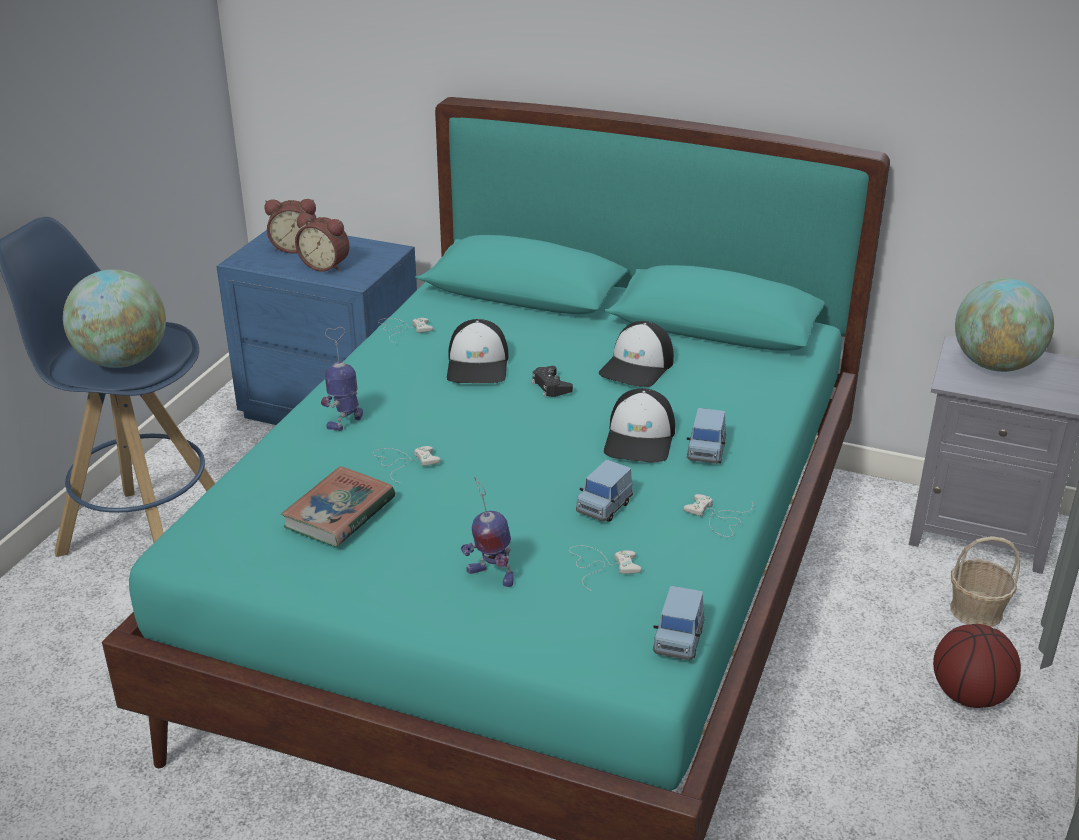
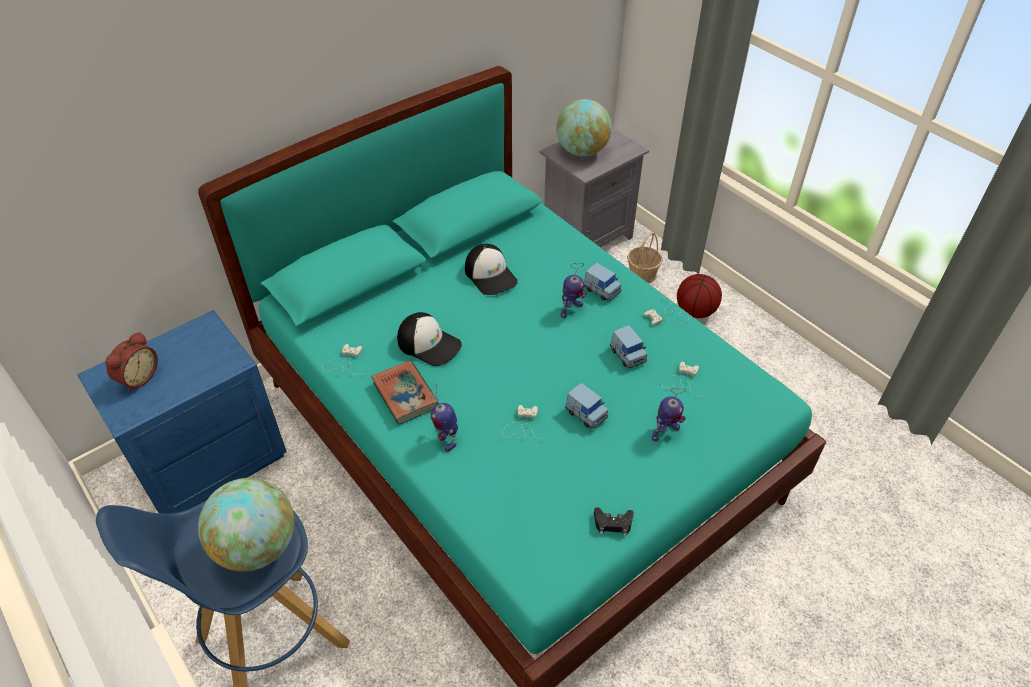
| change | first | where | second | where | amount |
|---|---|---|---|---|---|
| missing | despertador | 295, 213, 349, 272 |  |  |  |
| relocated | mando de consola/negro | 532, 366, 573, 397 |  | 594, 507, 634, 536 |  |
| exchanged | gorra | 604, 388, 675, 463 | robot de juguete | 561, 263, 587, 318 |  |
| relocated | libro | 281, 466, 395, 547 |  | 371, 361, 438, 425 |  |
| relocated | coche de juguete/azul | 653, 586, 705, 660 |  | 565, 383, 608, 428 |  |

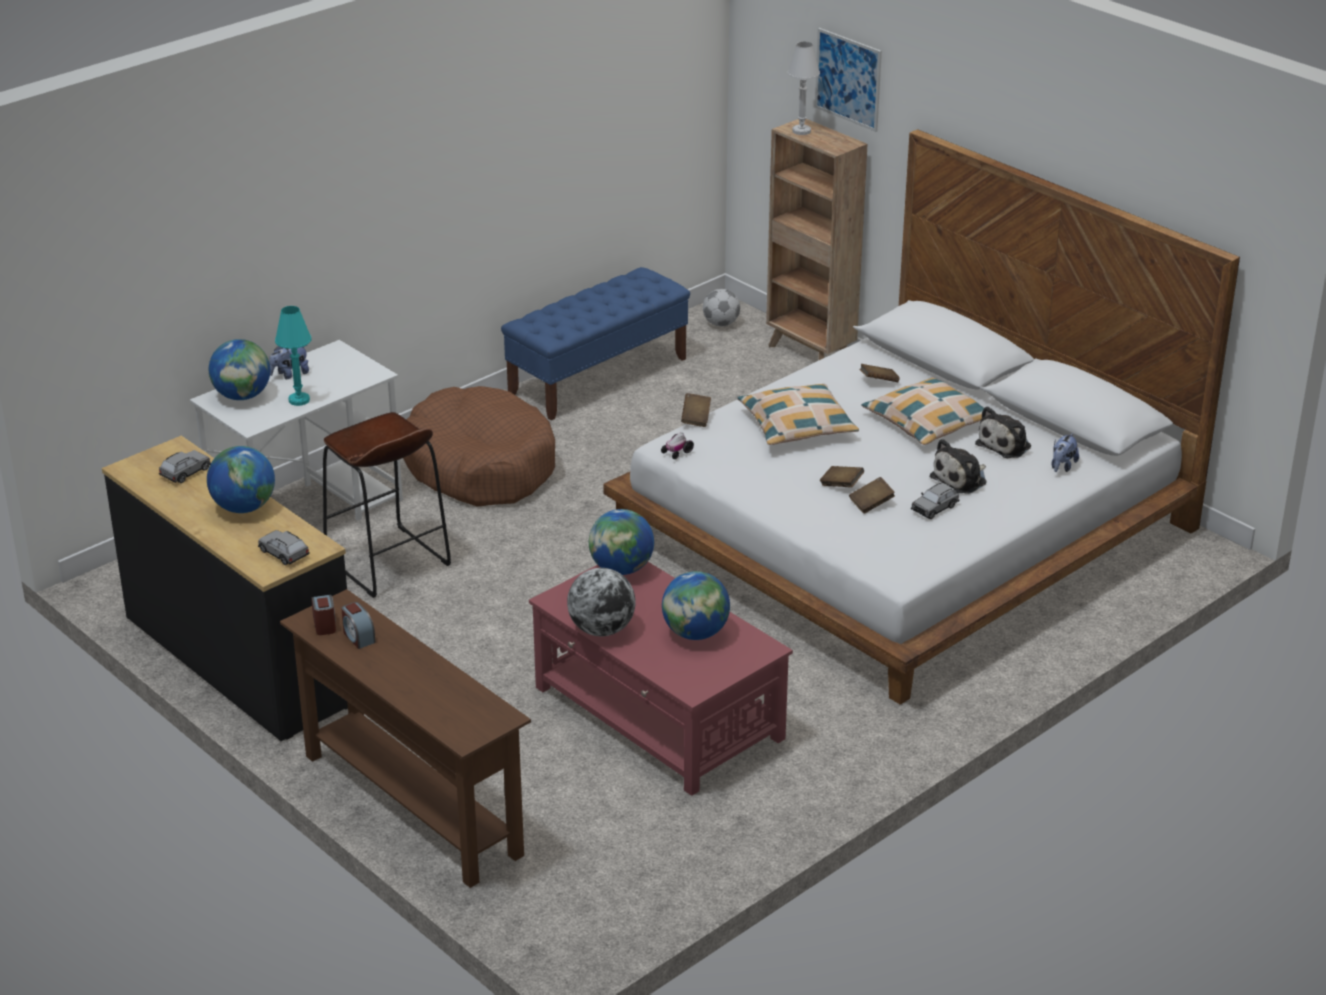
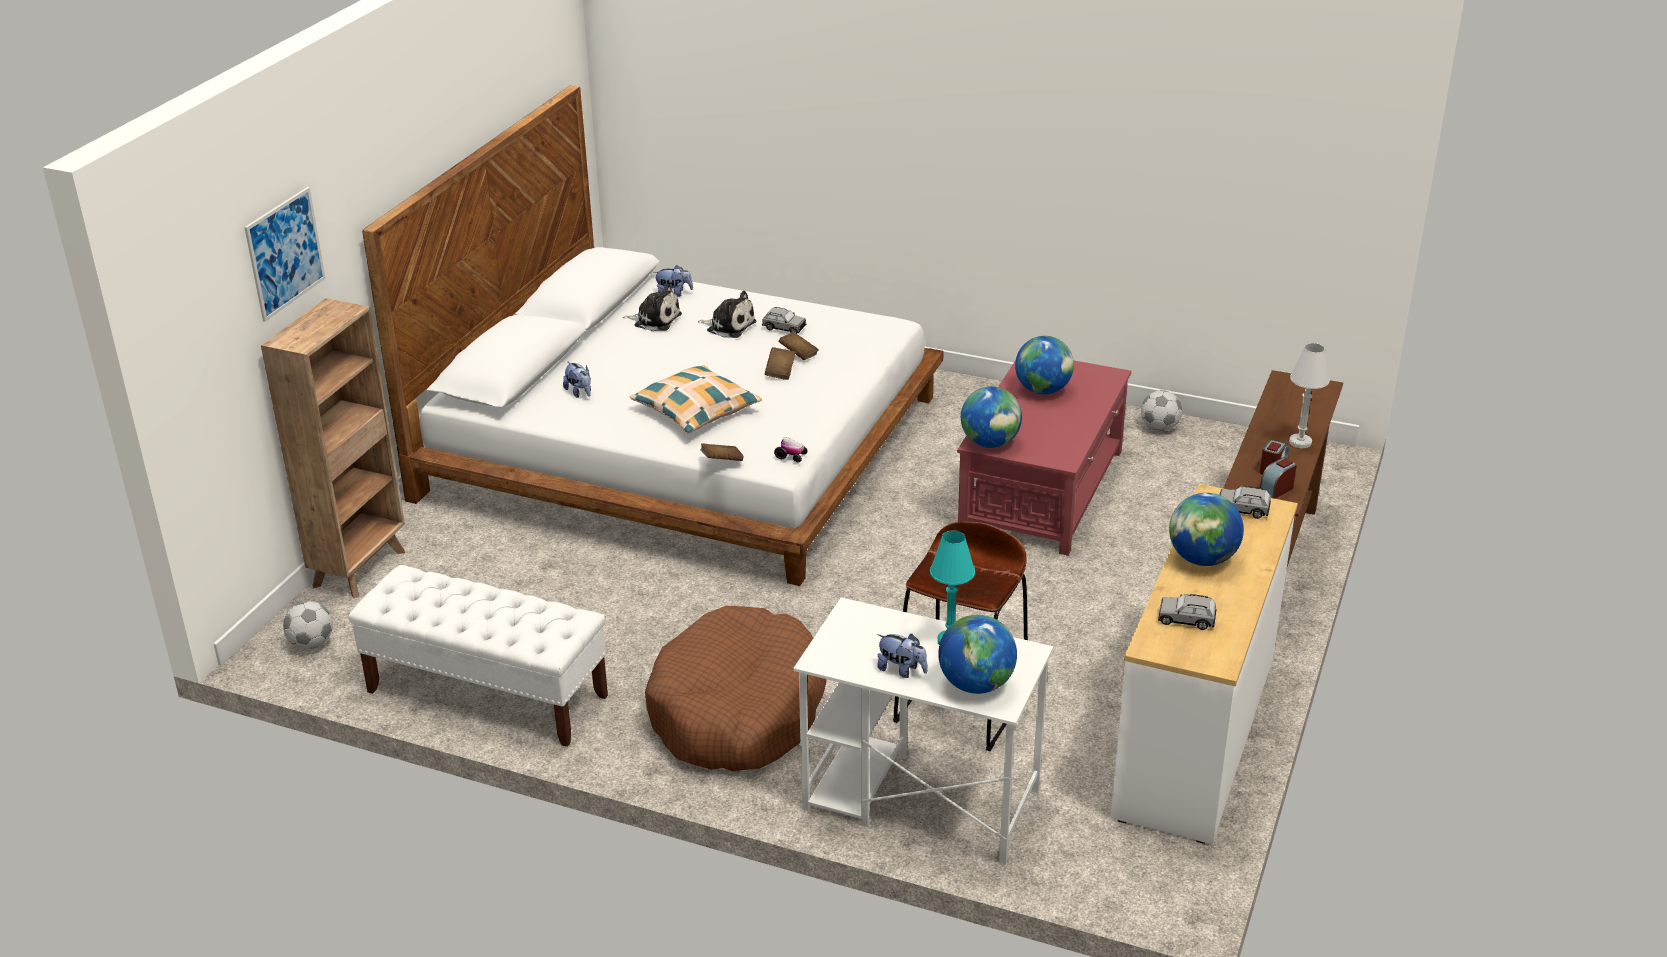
| change | first | where | second | where | amount |
|---|---|---|---|---|---|
| relocated | lámpara de mesa/blanco | 788, 41, 820, 135 |  | 1289, 343, 1330, 448 |  |
| colour | banco/azul | 501, 267, 690, 420 | banco/blanco | 348, 565, 608, 747 |  |
| exchanged | libro/marrón | 859, 364, 900, 382 | peluche | 563, 362, 591, 398 |  |
| missing | cojín | 861, 377, 984, 445 |  |  |  |
| colour | cómoda/negro | 102, 436, 348, 741 | cómoda/blanco | 1110, 484, 1298, 845 |  |
| spun | coche de juguete/gris | 258, 530, 310, 565 |  | 1220, 486, 1271, 519 | 90 degrees clockwise |
| missing | globo terráqueo | 567, 568, 636, 636 |  |  |  |
| appeared |  |  | balón de fútbol | 1141, 390, 1182, 431 |  |

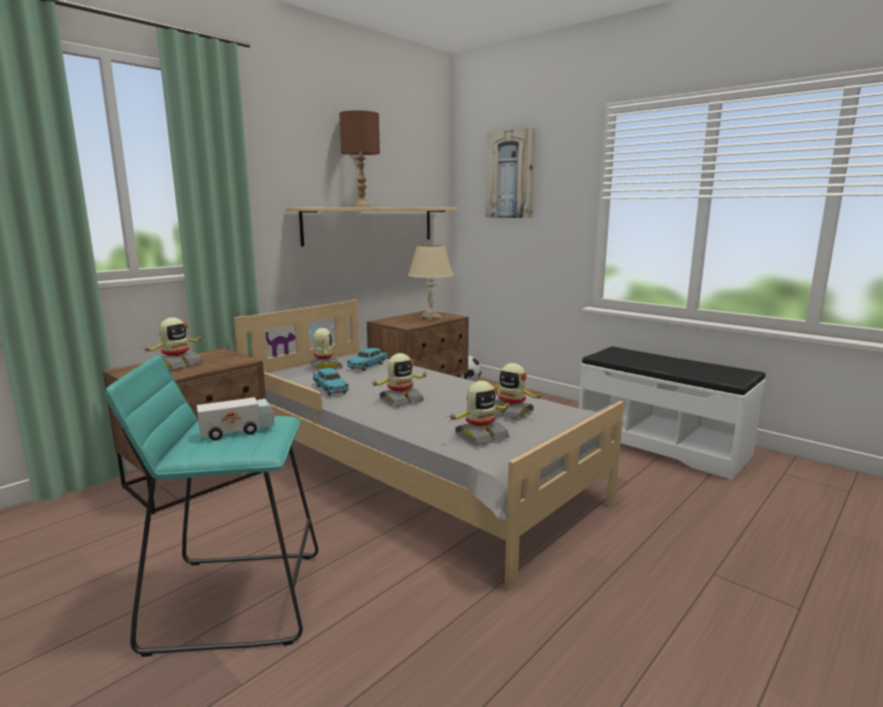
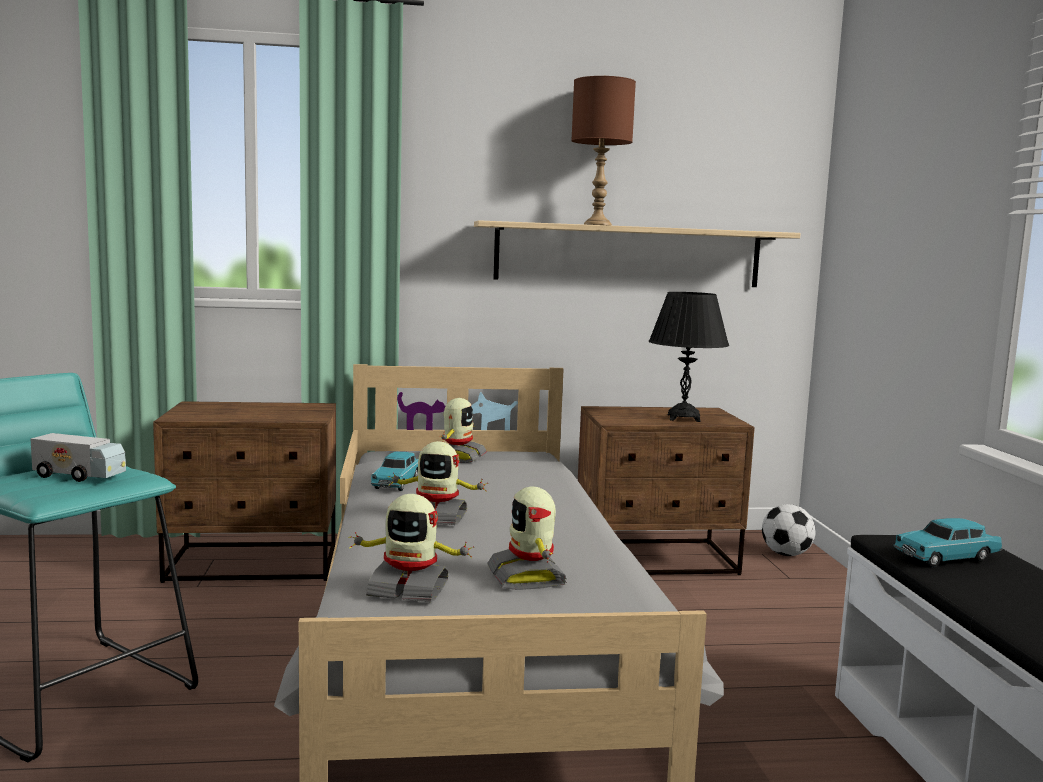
| change | first | where | second | where | amount |
|---|---|---|---|---|---|
| missing | cuadro | 485, 128, 536, 218 |  |  |  |
| colour | lámpara de mesa/beis | 408, 245, 454, 321 | lámpara de mesa/negro | 649, 292, 729, 422 |  |
| missing | robot de juguete | 144, 317, 205, 370 |  |  |  |
| relocated | coche de juguete/turquesa | 347, 348, 388, 371 |  | 893, 518, 1002, 567 |  |

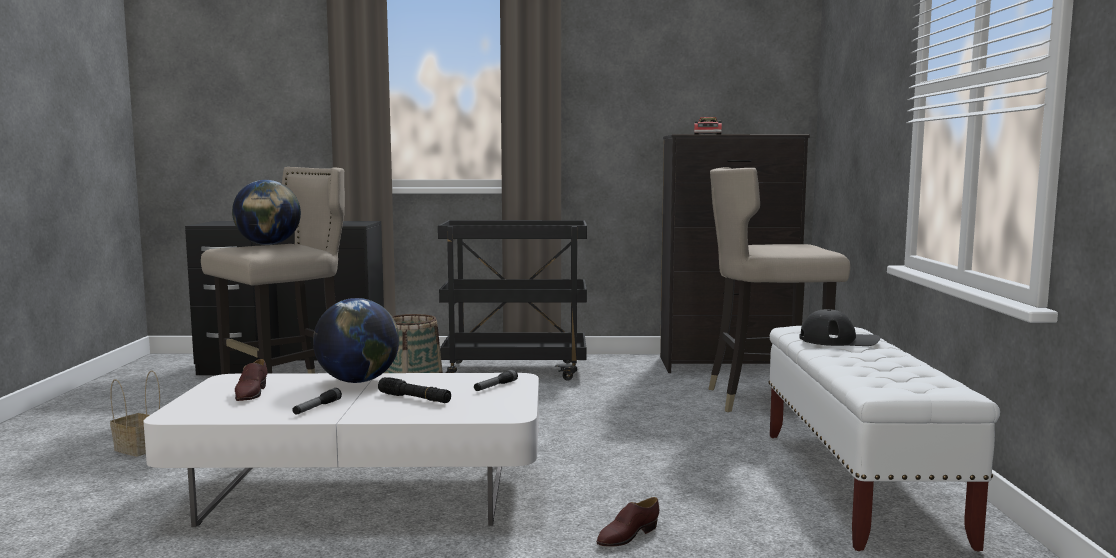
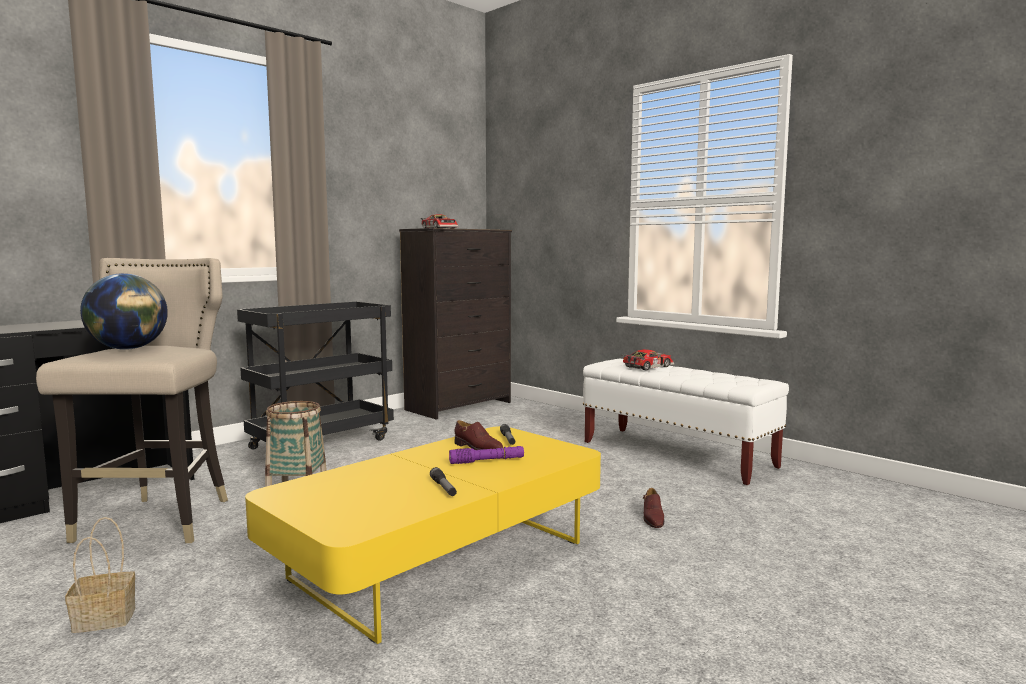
| change | first | where | second | where | amount |
|---|---|---|---|---|---|
| missing | taburete/beis | 708, 167, 850, 412 |  |  |  |
| missing | globo terráqueo | 313, 298, 399, 383 |  |  |  |
| exchanged | gorra/negro | 799, 309, 880, 346 | coche de juguete | 622, 349, 674, 371 |  |
| relocated | zapato/marrón | 235, 359, 267, 401 |  | 454, 420, 503, 450 |  |
| colour | mesa de centro/blanco | 144, 373, 539, 527 | mesa de centro/amarillo | 245, 426, 601, 644 |  |
| colour | linterna/negro | 378, 377, 451, 403 | linterna/morado | 449, 446, 524, 464 |  |

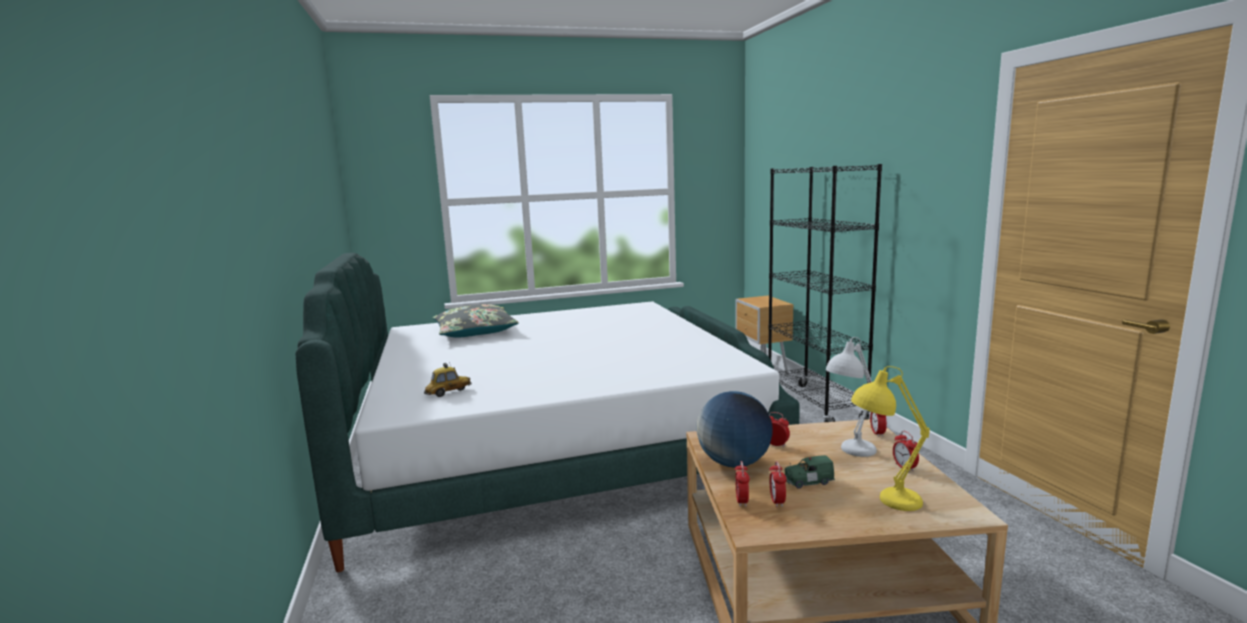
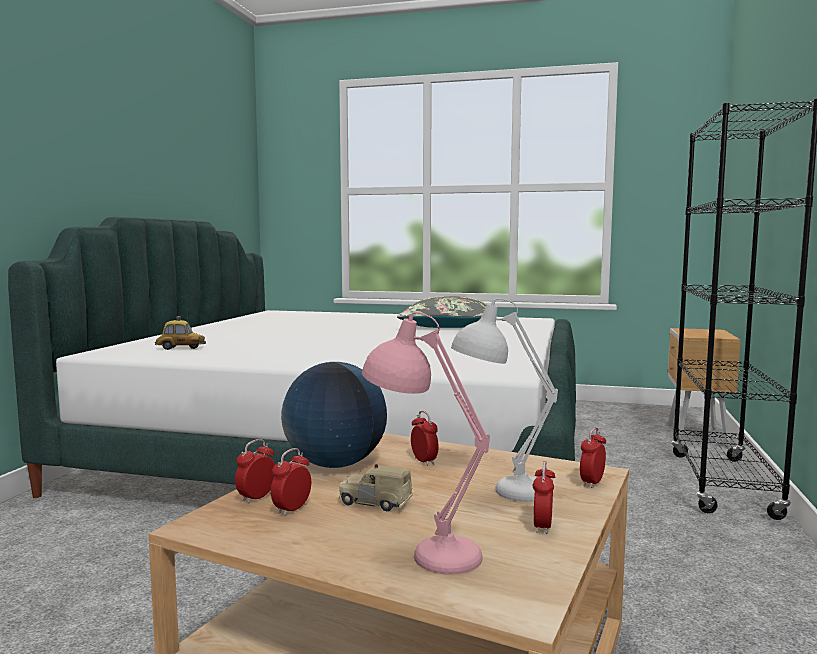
| change | first | where | second | where | amount |
|---|---|---|---|---|---|
| relocated | cojín/gris | 433, 304, 518, 338 |  | 397, 296, 487, 328 |  |
| colour | lámpara de mesa/amarillo | 851, 366, 930, 511 | lámpara de mesa/rosa | 362, 312, 490, 575 |  |
| colour | coche de juguete/verde | 785, 455, 835, 488 | coche de juguete/beis | 339, 464, 413, 511 |  |

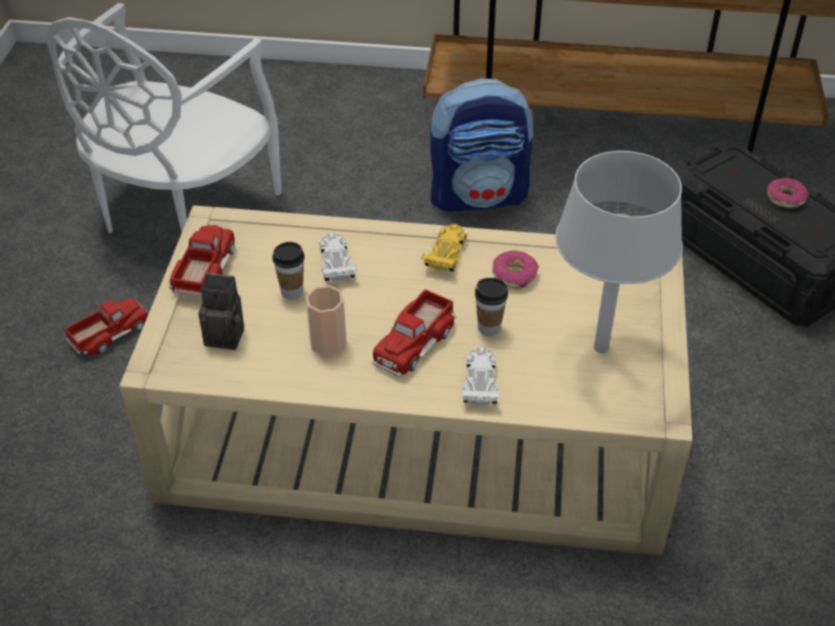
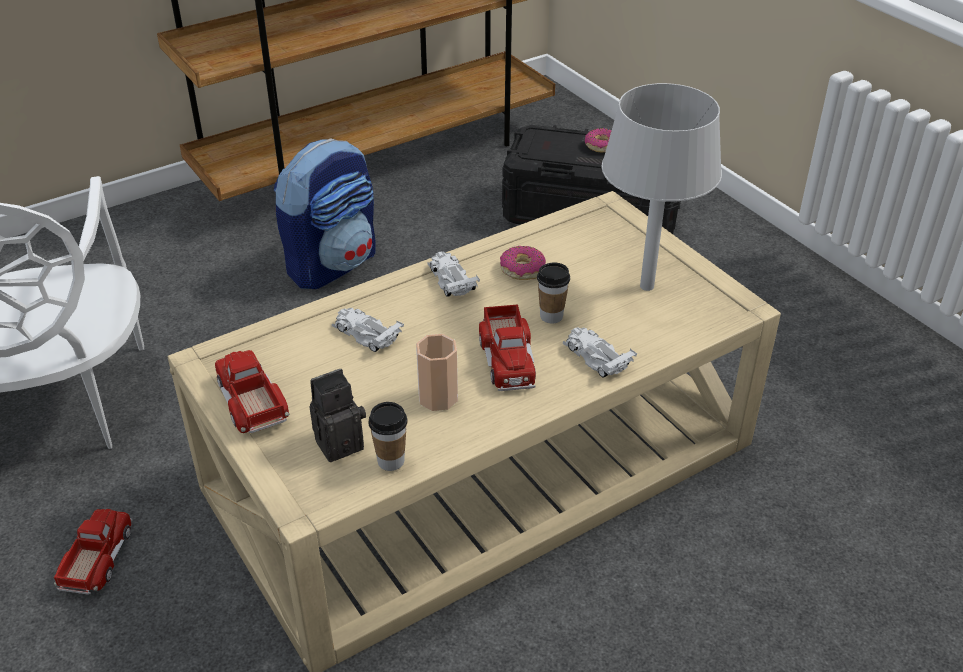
| change | first | where | second | where | amount |
|---|---|---|---|---|---|
| colour | coche de juguete/amarillo | 422, 224, 468, 271 | coche de juguete/blanco | 428, 252, 480, 297 |  |
| relocated | taza | 272, 242, 305, 299 |  | 368, 402, 408, 471 |  |

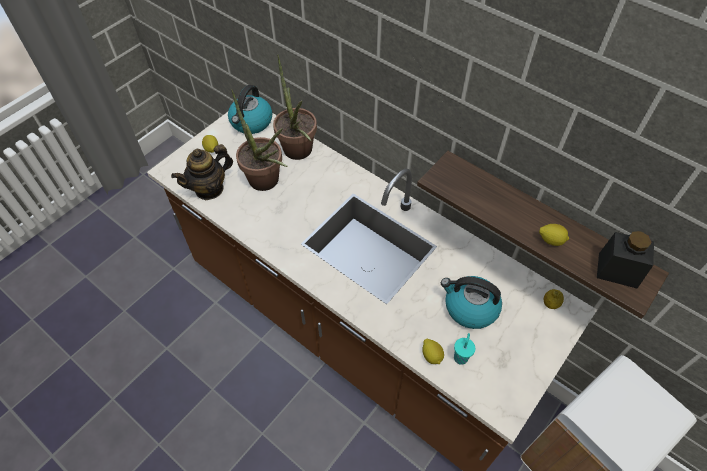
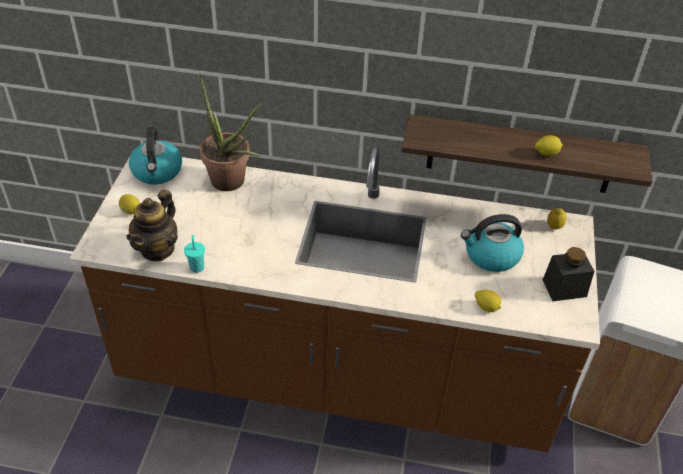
| change | first | where | second | where | amount |
|---|---|---|---|---|---|
| missing | planta en maceta | 231, 89, 288, 191 |  |  |  |
| relocated | tarro/negro | 597, 231, 654, 288 |  | 543, 247, 594, 301 |  |
| relocated | taza/turquesa | 454, 333, 475, 365 |  | 184, 235, 205, 273 |  |

